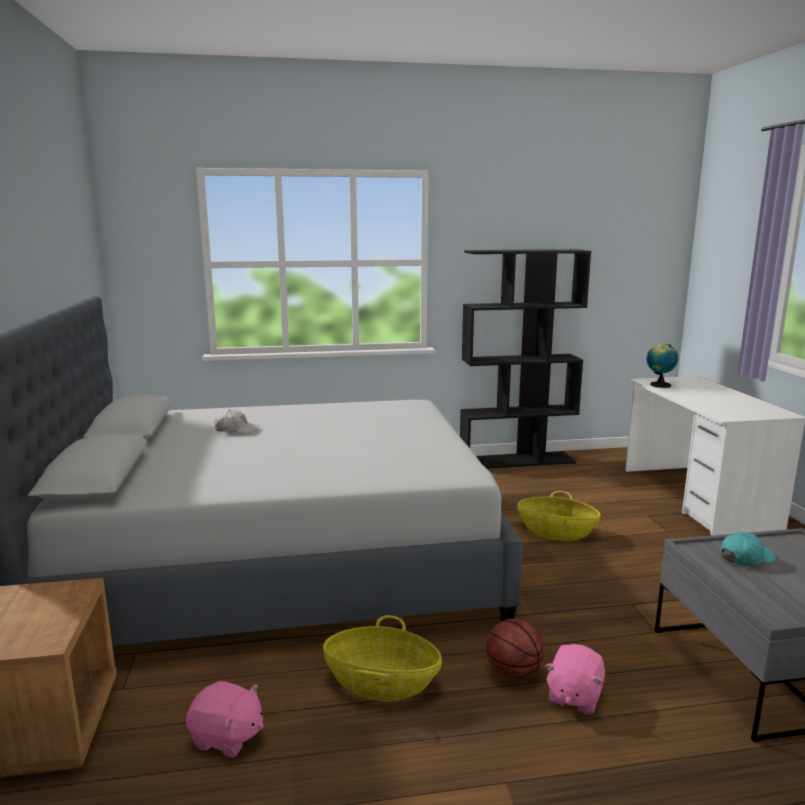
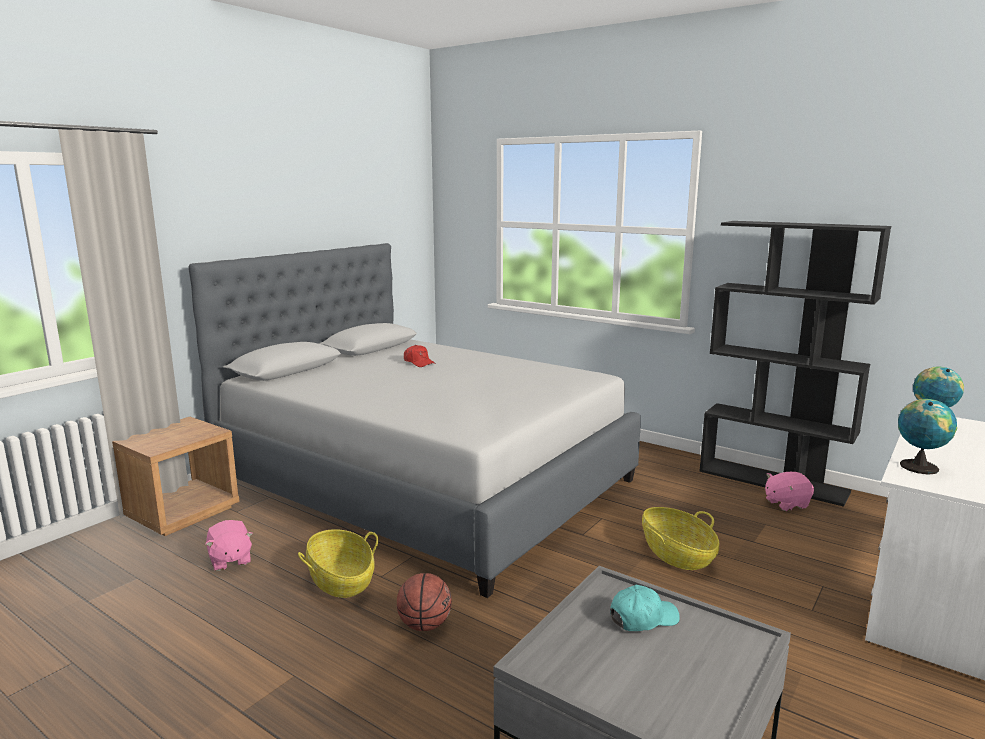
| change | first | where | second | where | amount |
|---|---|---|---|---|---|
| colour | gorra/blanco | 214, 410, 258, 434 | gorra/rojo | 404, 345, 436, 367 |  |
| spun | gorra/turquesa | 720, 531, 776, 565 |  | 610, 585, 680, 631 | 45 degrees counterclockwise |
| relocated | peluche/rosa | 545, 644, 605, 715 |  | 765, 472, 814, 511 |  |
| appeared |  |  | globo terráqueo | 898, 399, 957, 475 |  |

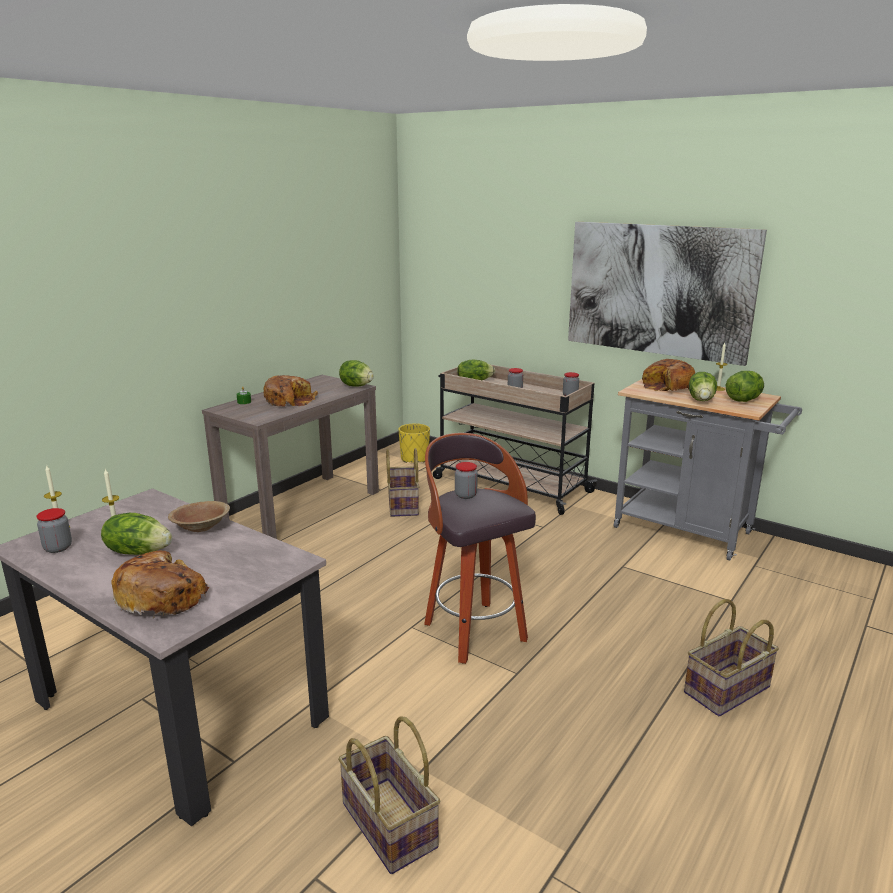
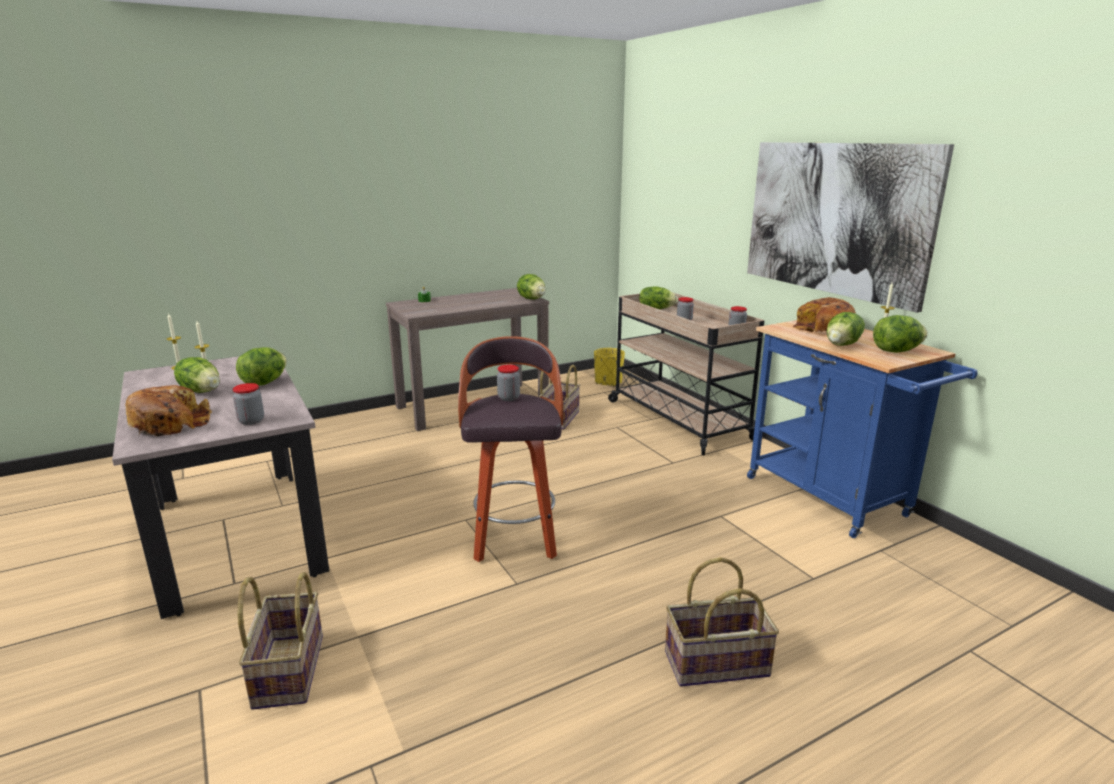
| change | first | where | second | where | amount |
|---|---|---|---|---|---|
| missing | pan | 264, 375, 318, 407 |  |  |  |
| colour | carrito/gris | 614, 379, 802, 561 | carrito/azul | 747, 320, 978, 538 |  |
| exchanged | cuenco/marrón | 168, 501, 230, 532 | lechuga | 236, 347, 287, 385 |  |
| relocated | tarro | 36, 508, 72, 553 |  | 233, 383, 264, 425 |  |

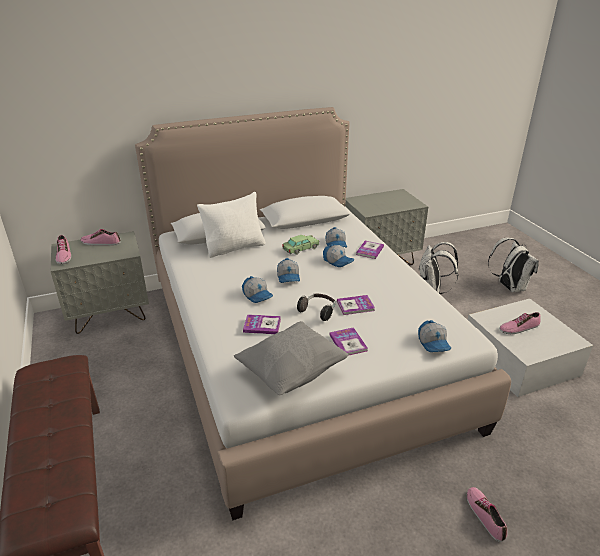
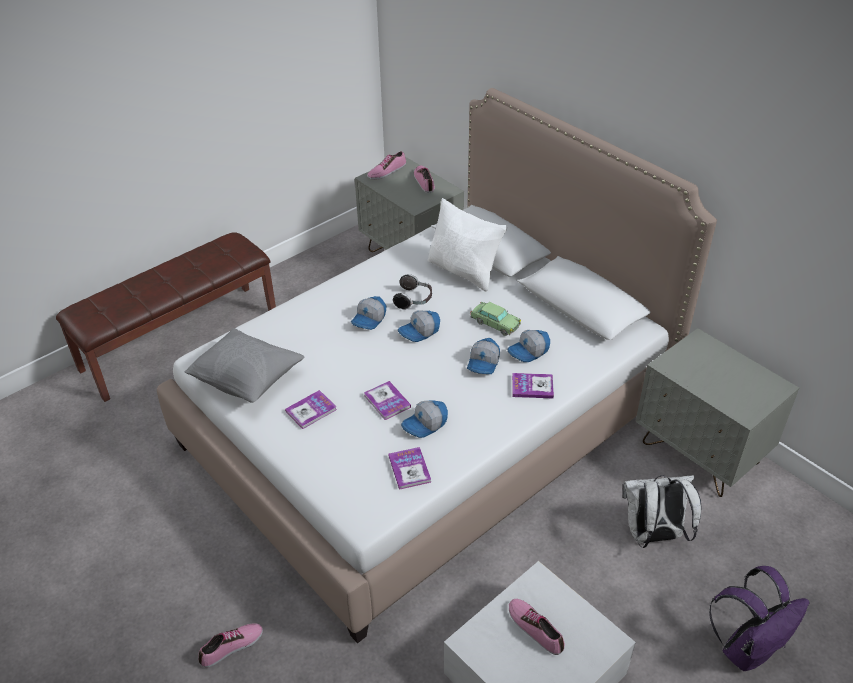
| change | first | where | second | where | amount |
|---|---|---|---|---|---|
| colour | mochila/blanco | 488, 238, 539, 292 | mochila/morado | 709, 566, 810, 671 |  |
| relocated | auriculares | 297, 294, 335, 321 |  | 393, 274, 432, 310 |  |
| relocated | libro | 243, 314, 281, 334 |  | 389, 447, 431, 490 |  |
| relocated | gorra | 418, 320, 451, 352 |  | 401, 400, 448, 438 |  |

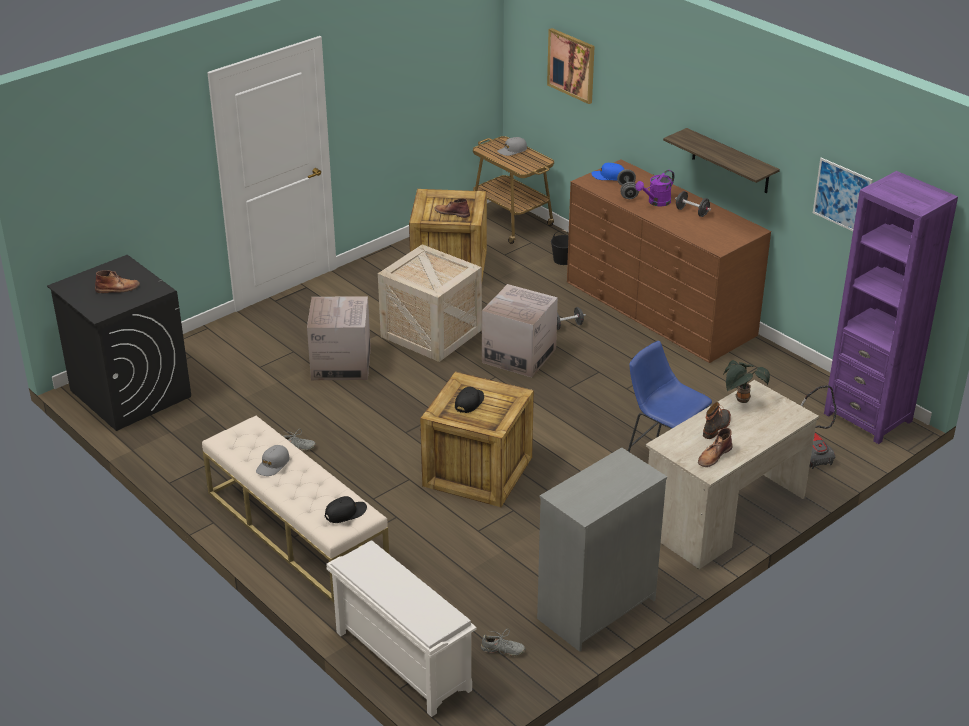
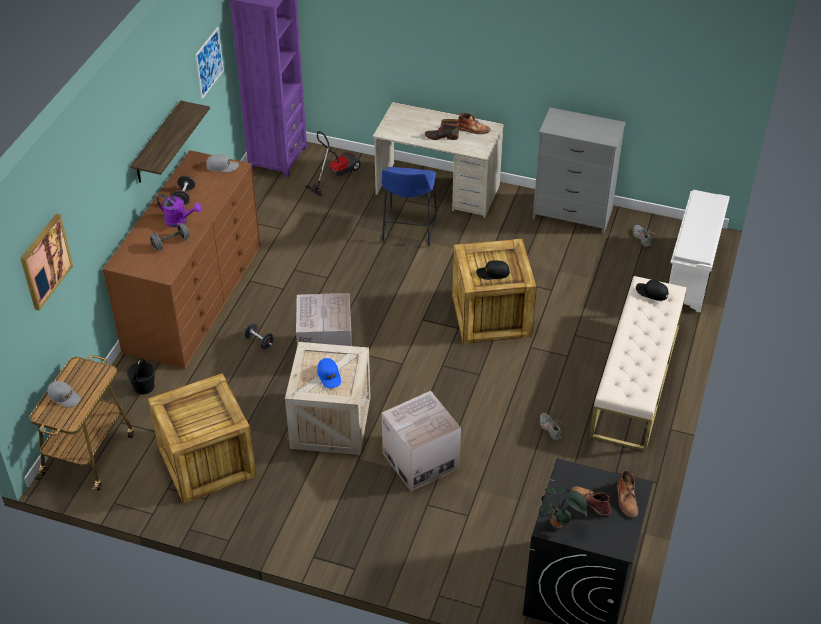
| change | first | where | second | where | amount |
|---|---|---|---|---|---|
| relocated | gorra/azul | 591, 163, 625, 181 |  | 317, 358, 341, 388 |  |
| relocated | bota/marrón | 434, 198, 470, 218 |  | 617, 470, 639, 518 |  |
| relocated | planta en maceta | 724, 360, 770, 403 |  | 539, 486, 588, 529 |  |
| relocated | gorra/gris | 256, 445, 290, 476 |  | 206, 154, 239, 172 |  |

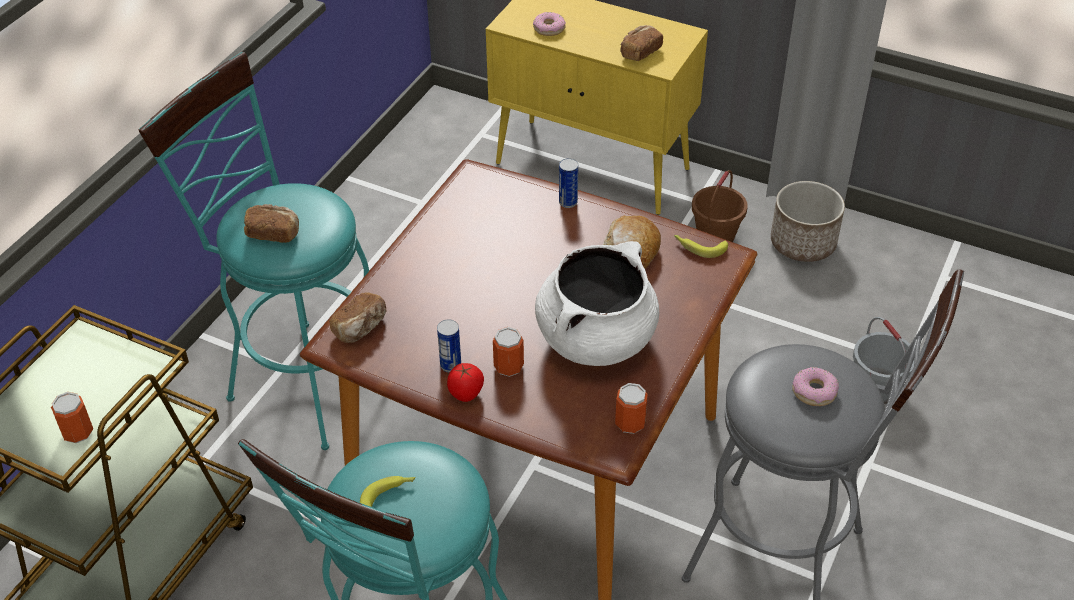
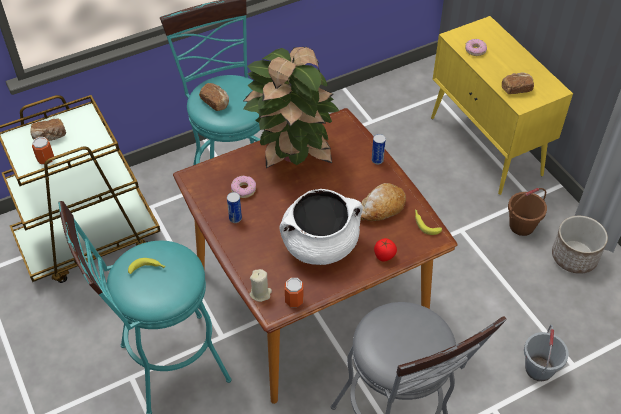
| change | first | where | second | where | amount |
|---|---|---|---|---|---|
| relocated | pan | 330, 292, 387, 343 |  | 30, 119, 66, 141 |  |
| missing | lata | 493, 327, 524, 377 |  |  |  |
| relocated | tomate | 447, 363, 484, 402 |  | 374, 238, 397, 262 |  |
| relocated | rosquilla | 792, 367, 839, 406 |  | 231, 176, 256, 198 |  |
| appeared |  |  | planta en maceta | 243, 47, 340, 168 |  |
| appeared |  |  | vela/beis | 249, 269, 272, 302 |  |

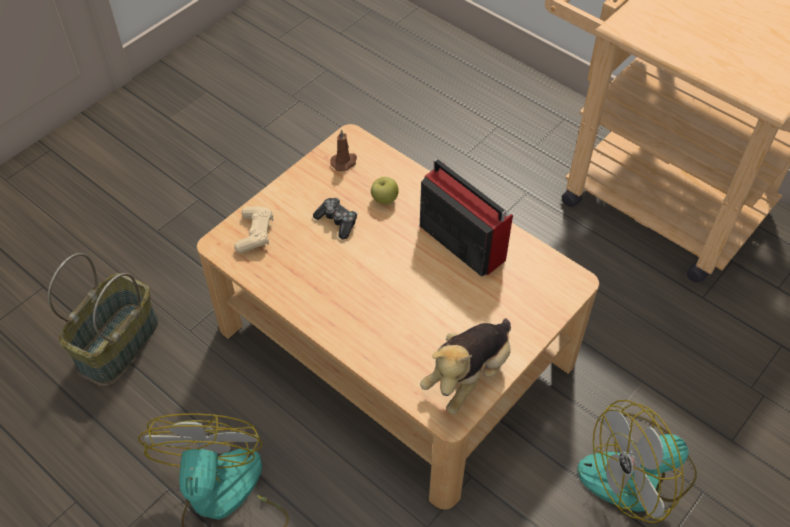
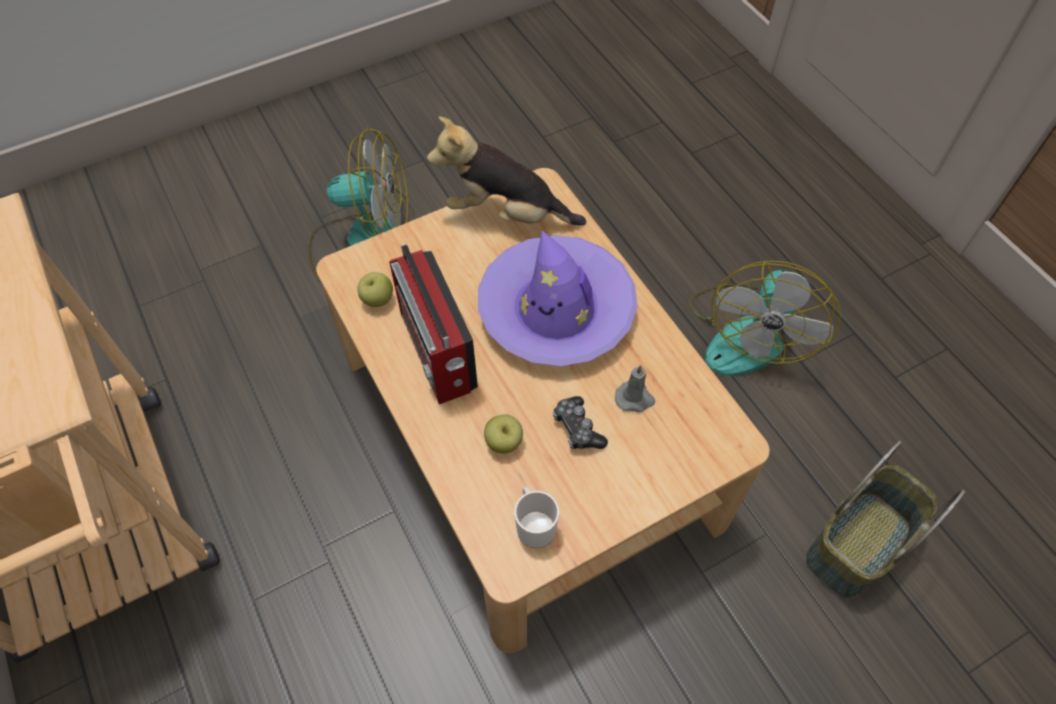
| change | first | where | second | where | amount |
|---|---|---|---|---|---|
| exchanged | vela/marrón | 330, 129, 357, 171 | taza grande | 514, 486, 559, 548 |  |
| missing | mando de consola/beis | 234, 206, 273, 253 |  |  |  |
| spun | peluche | 420, 318, 511, 415 |  | 427, 117, 586, 226 | 135 degrees counterclockwise |
| appeared |  |  | sombrero/morado | 478, 231, 637, 366 |  |
| appeared |  |  | manzana | 357, 272, 393, 307 |  |
| appeared |  |  | vela/gris | 615, 365, 655, 412 |  |

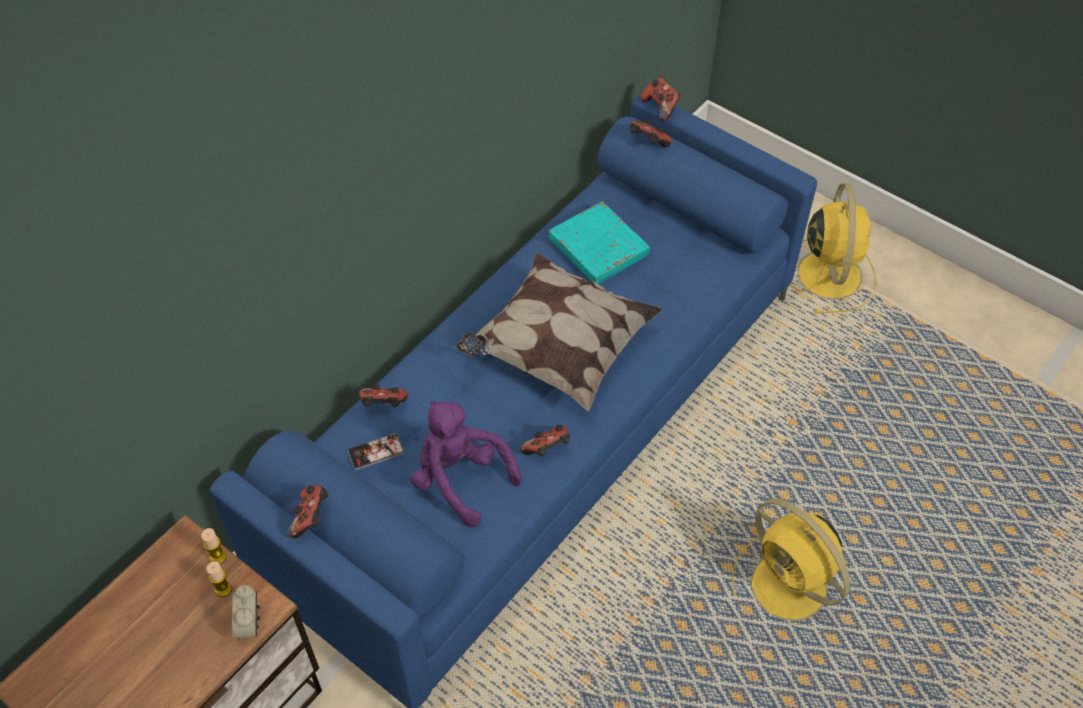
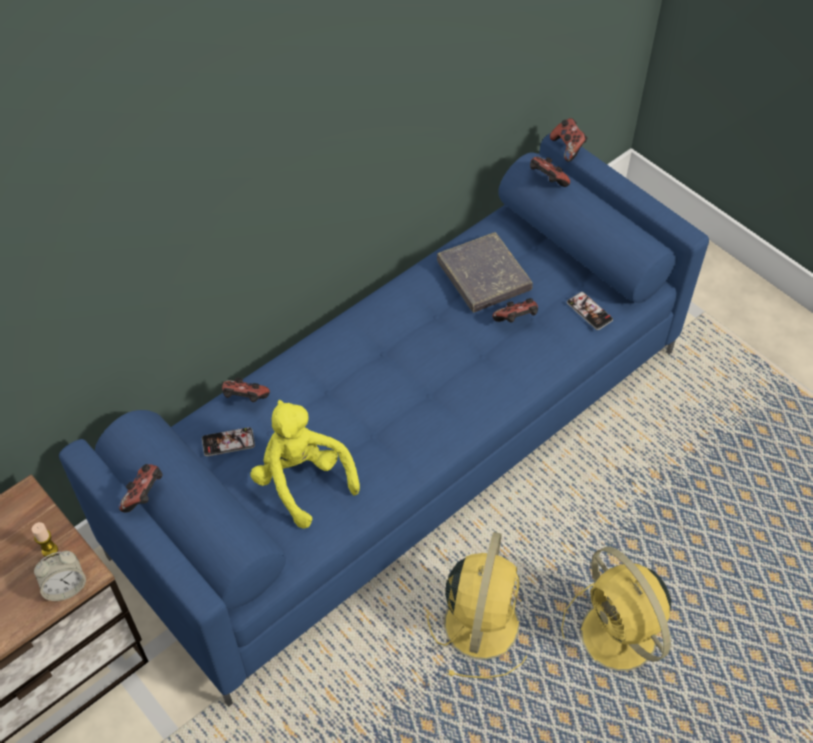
| change | first | where | second | where | amount |
|---|---|---|---|---|---|
| relocated | ventilador/amarillo | 790, 183, 877, 314 |  | 427, 532, 527, 679 |  |
| colour | libro/turquesa | 548, 201, 650, 284 | libro/gris | 437, 232, 533, 312 |  |
| missing | cojín | 456, 253, 662, 412 |  |  |  |
| colour | peluche/morado | 411, 400, 522, 527 | peluche/amarillo | 250, 400, 360, 529 |  |
| relocated | mando de consola | 520, 425, 570, 456 |  | 492, 298, 538, 323 |  |
| missing | vela | 201, 528, 227, 564 |  |  |  |
| spun | despertador | 232, 585, 260, 641 |  | 34, 551, 86, 601 | 120 degrees counterclockwise |
| appeared |  |  | móvil | 567, 292, 613, 330 |  |

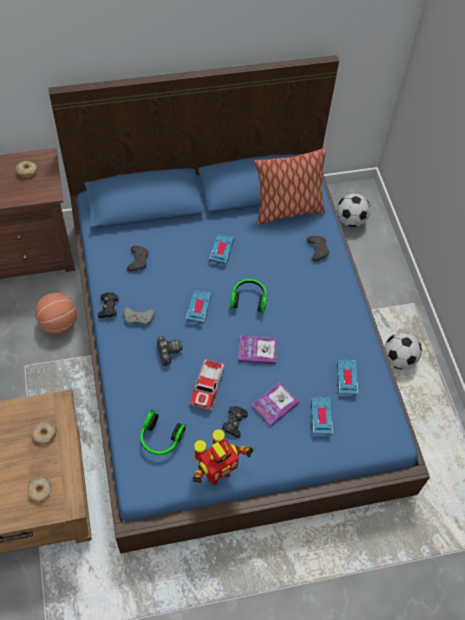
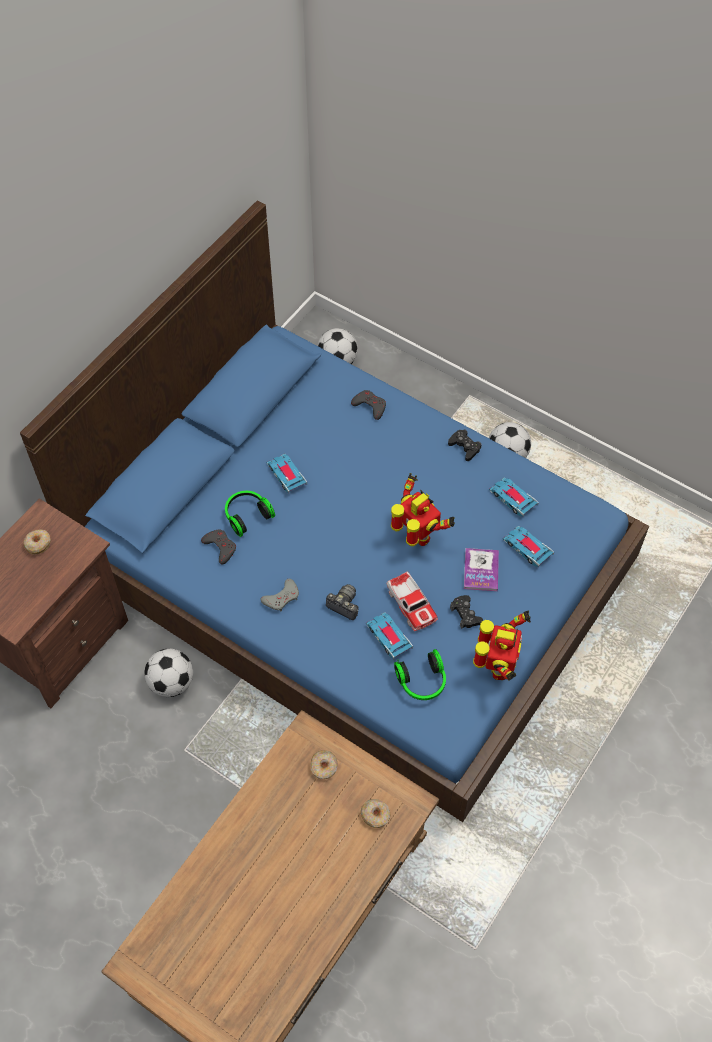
| change | first | where | second | where | amount |
|---|---|---|---|---|---|
| missing | cojín | 254, 148, 326, 225 |  |  |  |
| relocated | auriculares | 230, 279, 267, 314 |  | 225, 491, 275, 537 |  |
| relocated | coche de juguete | 186, 290, 212, 324 |  | 366, 612, 413, 660 |  |
| relocated | mando de consola/negro | 98, 292, 119, 318 |  | 448, 429, 482, 461 |  |
| exchanged | balón de baloncesto | 35, 293, 77, 334 | balón de fútbol | 144, 649, 193, 697 |  |
| exchanged | libro | 238, 336, 277, 364 | robot de juguete | 391, 473, 455, 546 |  |

